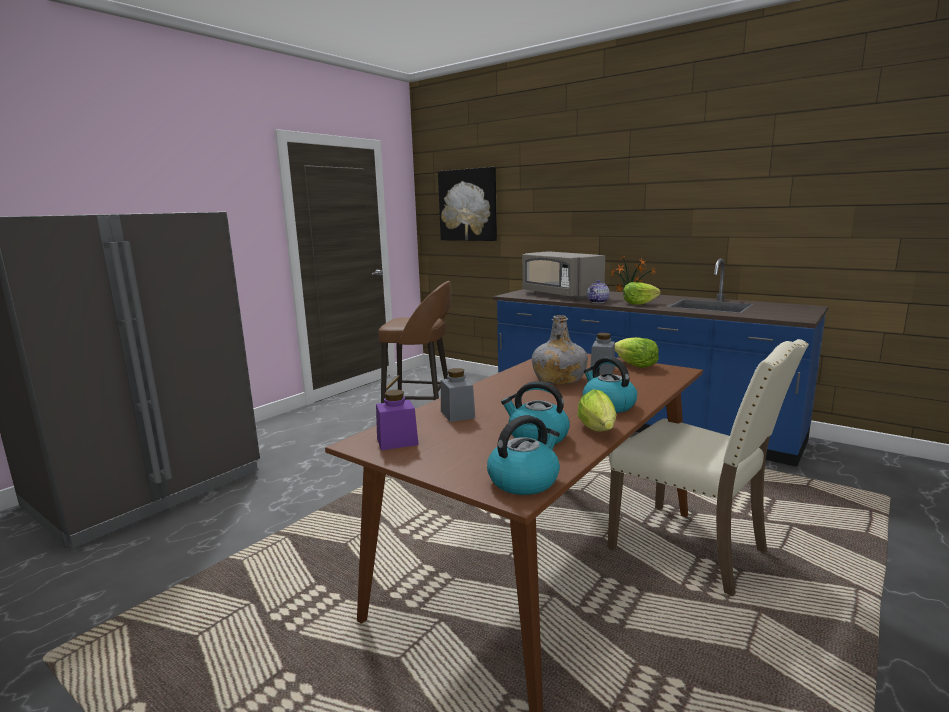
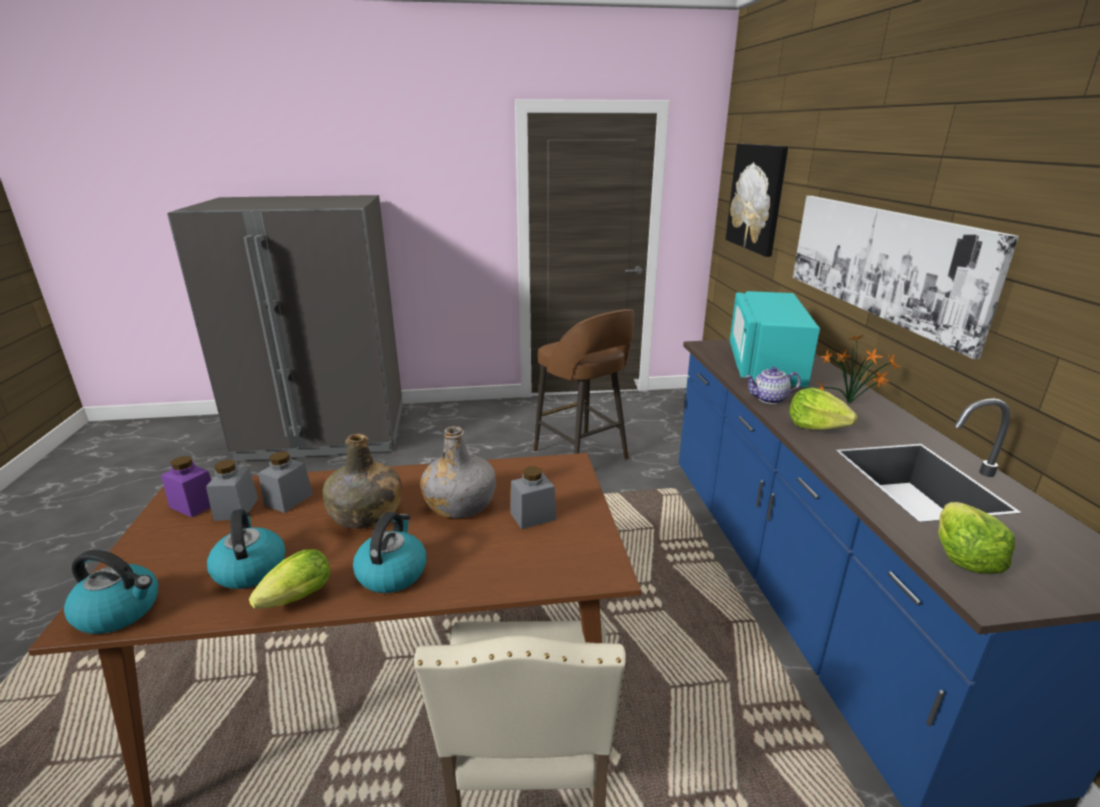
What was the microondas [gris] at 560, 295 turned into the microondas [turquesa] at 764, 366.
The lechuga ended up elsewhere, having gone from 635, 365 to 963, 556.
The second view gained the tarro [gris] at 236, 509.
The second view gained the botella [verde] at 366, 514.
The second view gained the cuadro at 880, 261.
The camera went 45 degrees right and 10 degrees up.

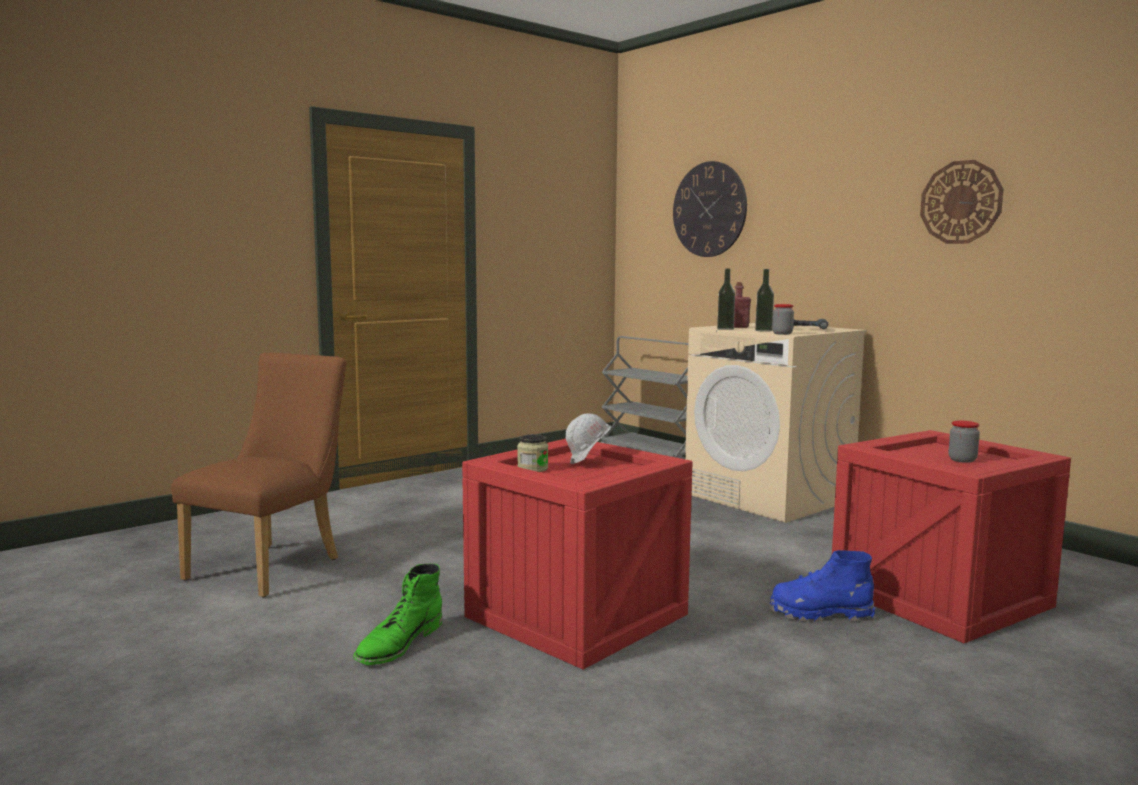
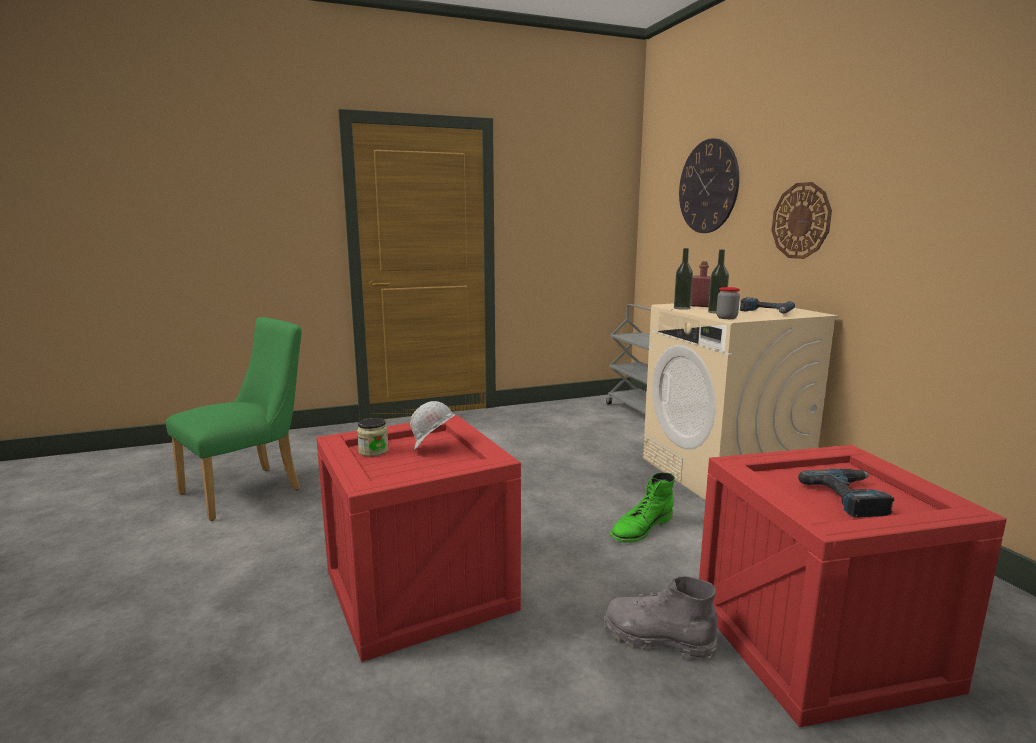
What was the silla [marrón] at 272, 566 turned into the silla [verde] at 250, 489.
The bota [verde] ended up elsewhere, having gone from 399, 643 to 641, 528.
What was the bota [azul] at 820, 613 turned into the bota [gris] at 658, 639.
The reloj de pared ended up elsewhere, having gone from 961, 202 to 801, 221.
Where the tarro stood at 962, 460, the taladro came to stand at 852, 498.
The camera went 20 degrees right and 5 degrees up.

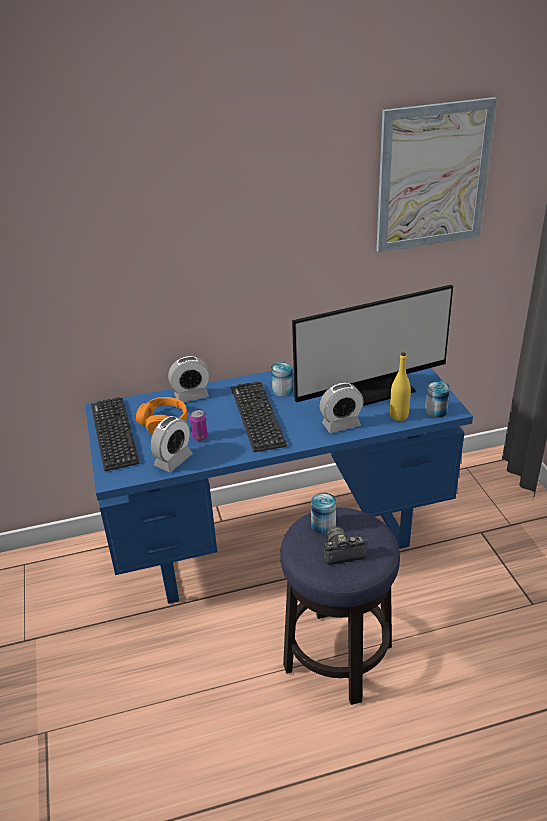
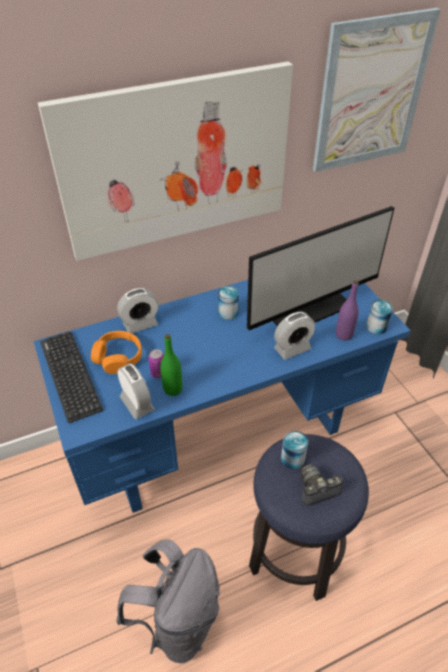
The despertador at 173, 460 ended up facing another way, 60 degrees counterclockwise from before.
The second view lost the teclado at 257, 416.
What was the botella [amarillo] at 399, 416 turned into the botella [morado] at 344, 335.
The second view gained the cuadro at 176, 162.
The second view gained the mochila [gris] at 178, 621.
The second view gained the botella [verde] at 173, 389.
The camera went 10 degrees left and 10 degrees up.

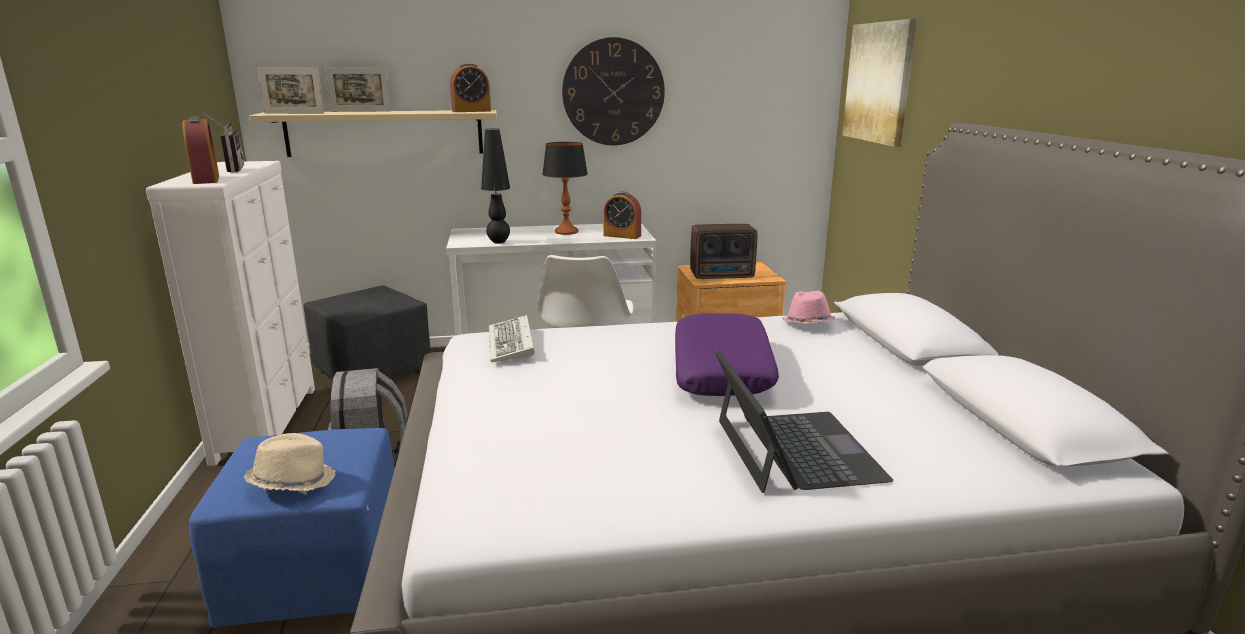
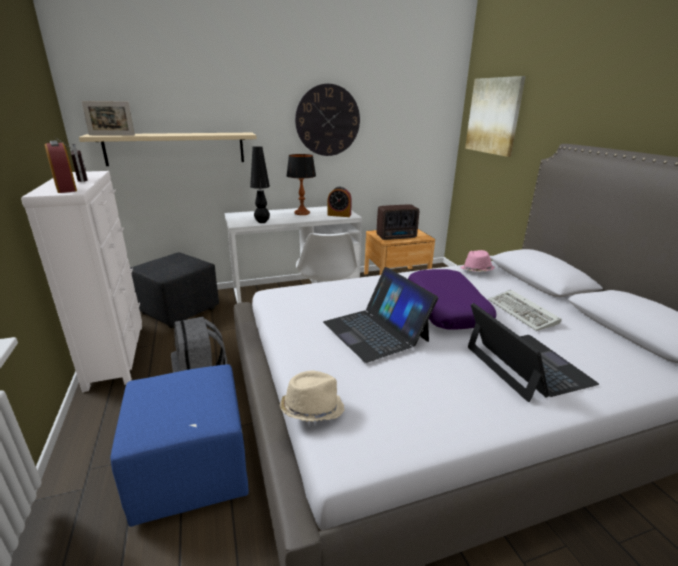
The sombrero [beis] ended up elsewhere, having gone from 292, 481 to 311, 409.
The second view lost the portarretratos at 361, 111.
The second view lost the despertador at 471, 111.
The teclado ended up elsewhere, having gone from 512, 344 to 523, 313.
The second view gained the portátil at 375, 331.
The camera went 10 degrees left and 5 degrees up.

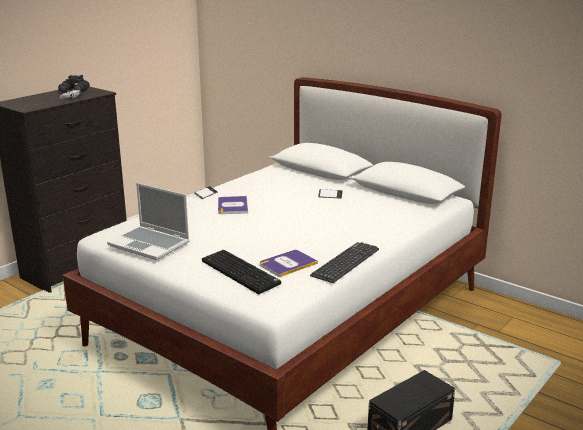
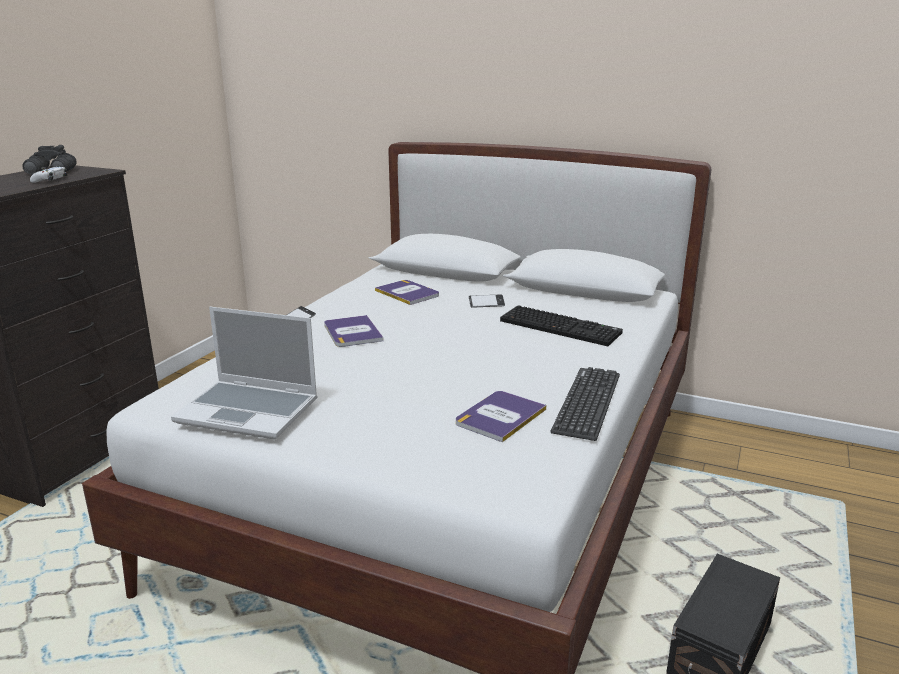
The teclado ended up elsewhere, having gone from 242, 272 to 561, 327.
The second view gained the libro at 407, 293.
The camera went 15 degrees left and 0 degrees up.

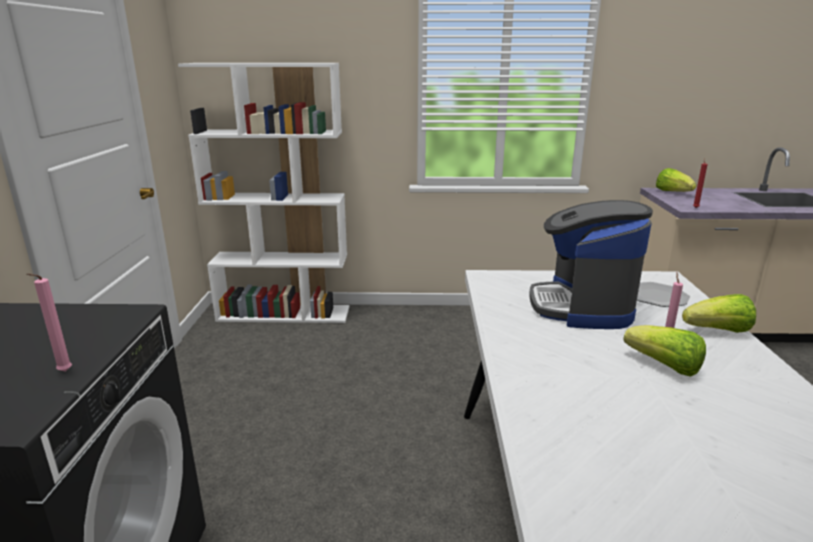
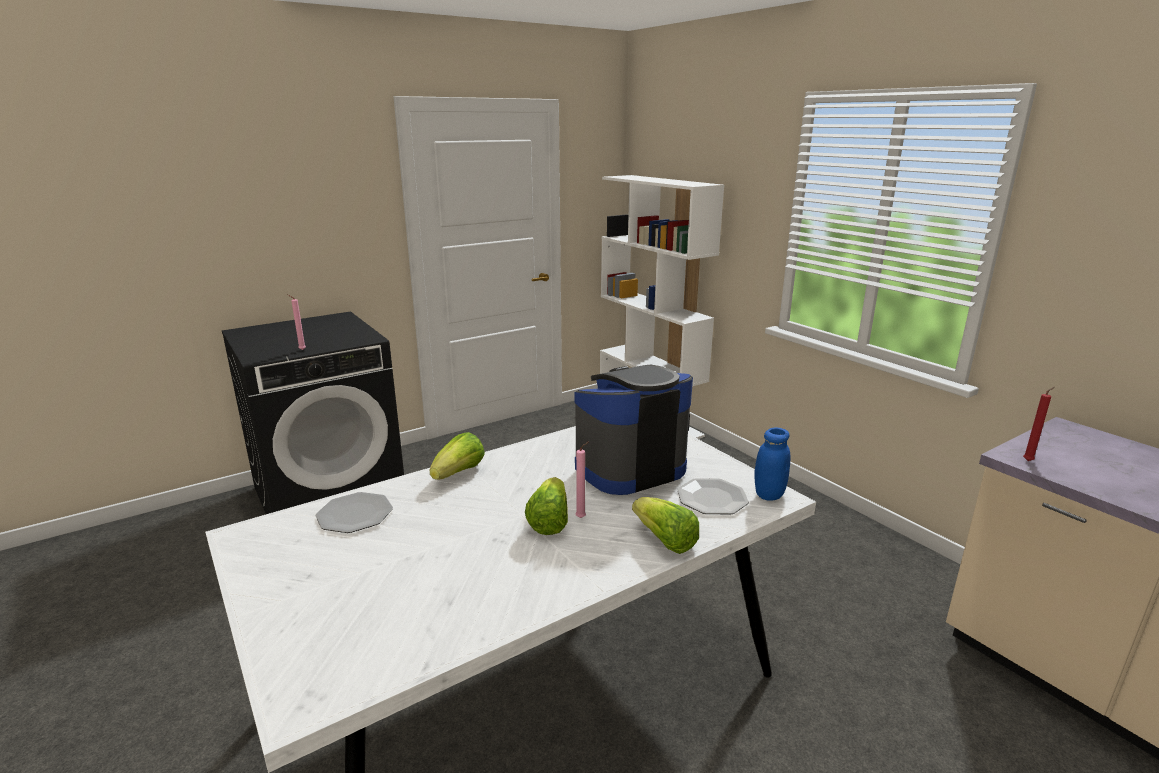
The lechuga ended up elsewhere, having gone from 672, 192 to 459, 473.
The second view gained the plato at 354, 514.
The second view gained the tarro [azul] at 769, 494.
The camera went 55 degrees right and 0 degrees up.

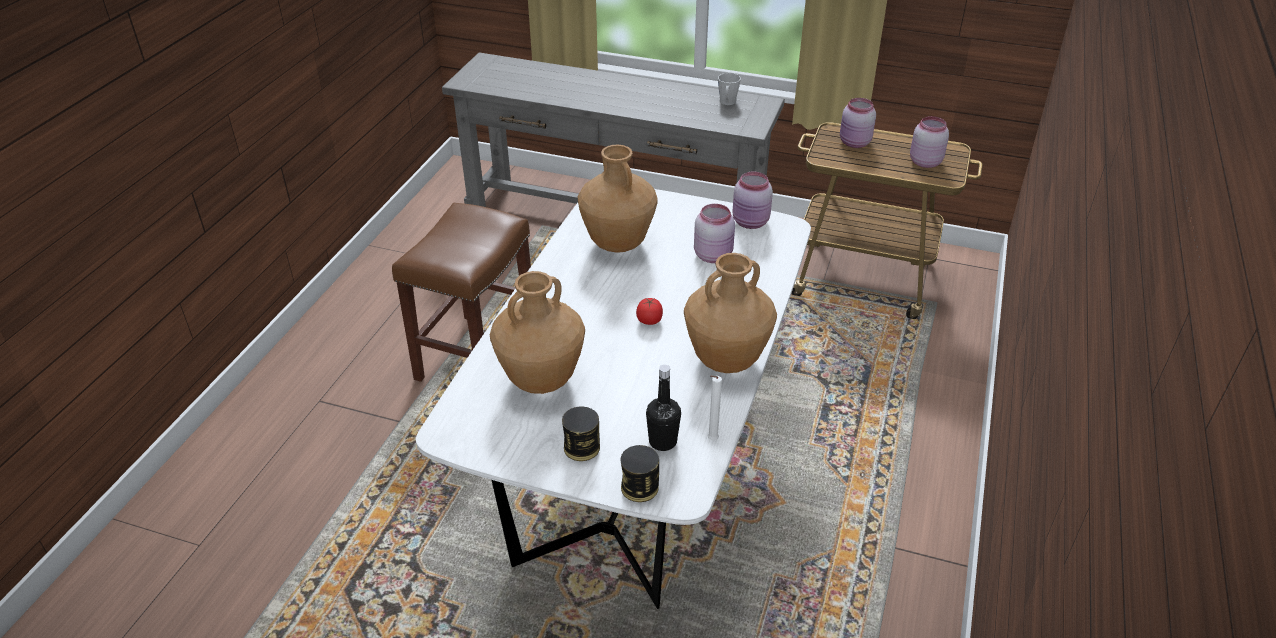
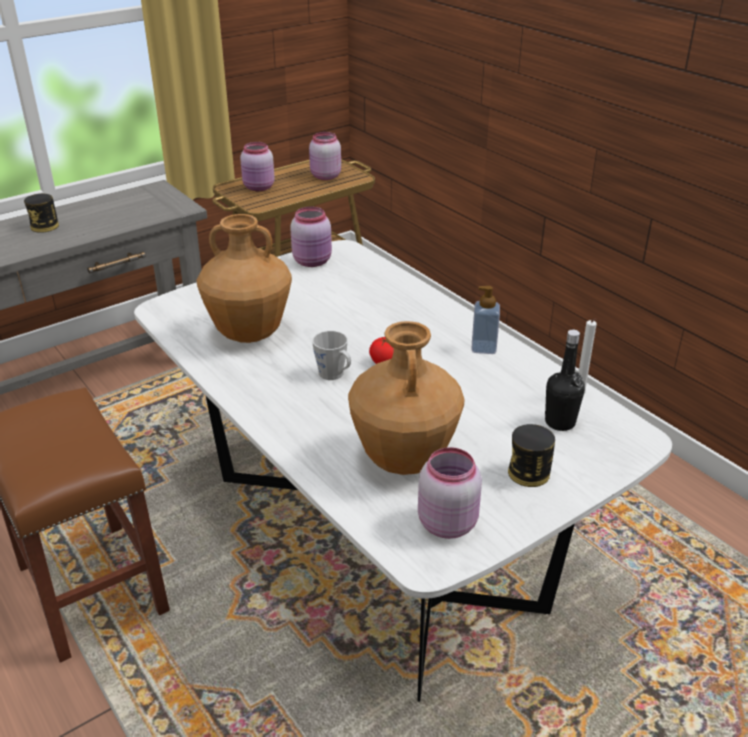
The lata ended up elsewhere, having gone from 639, 487 to 44, 226.
Where the florero [marrón] stood at 726, 361, the dispensador de jabón came to stand at 483, 347.
The tarro [rosa] ended up elsewhere, having gone from 713, 255 to 447, 522.
The taza grande [gris] ended up elsewhere, having gone from 727, 103 to 334, 375.
The camera went 55 degrees left and 5 degrees down.

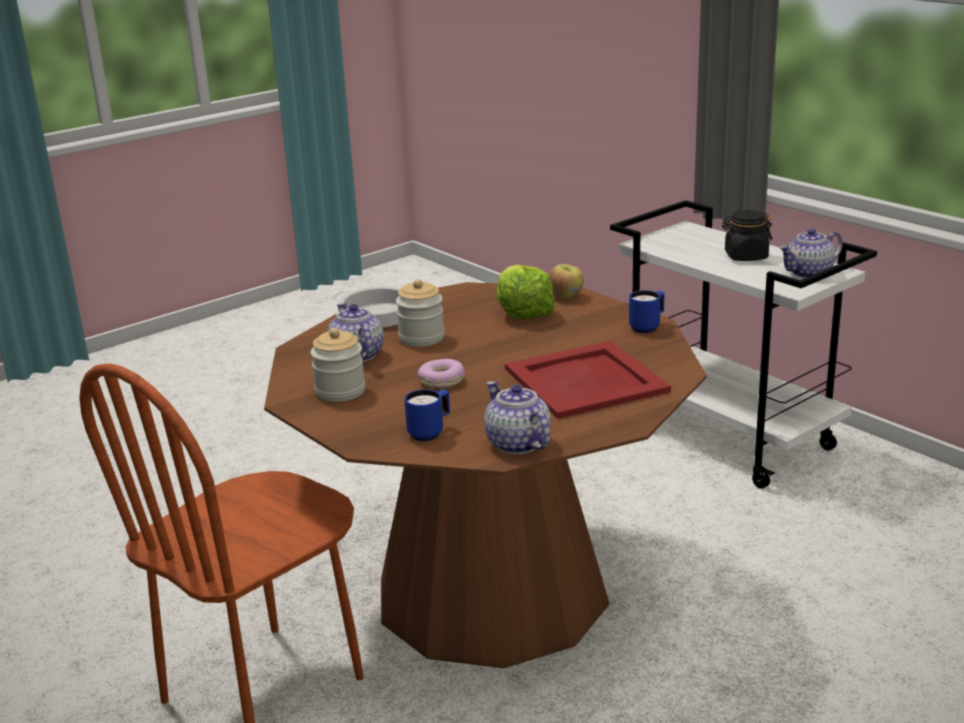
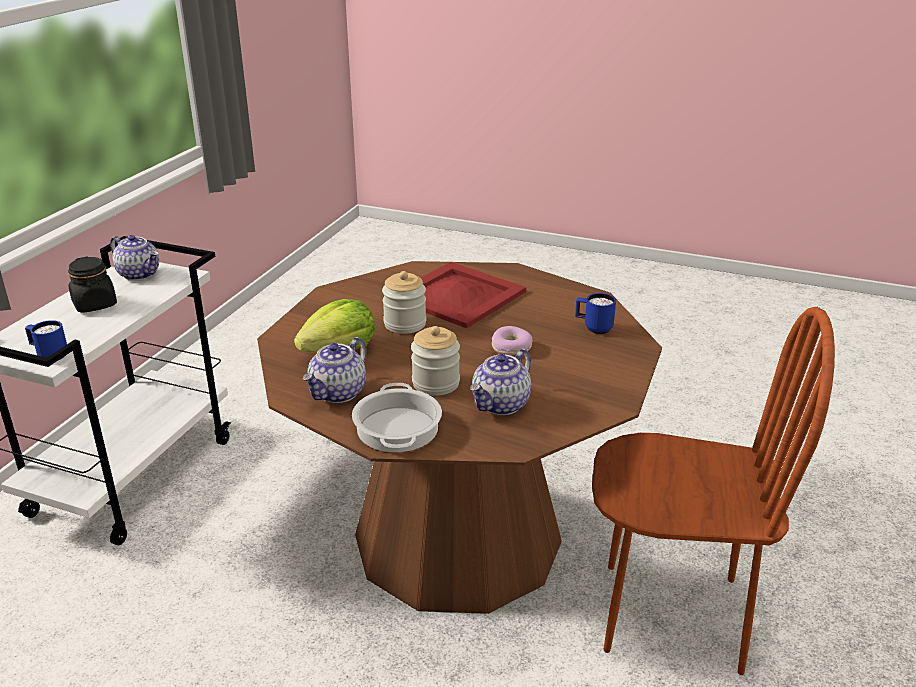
The tarro ended up elsewhere, having gone from 340, 391 to 405, 324.
The tetera ended up elsewhere, having gone from 516, 443 to 338, 393.
The second view lost the manzana at 566, 296.
The taza grande [azul] ended up elsewhere, having gone from 647, 327 to 49, 355.
The camera went 120 degrees left and 5 degrees up.

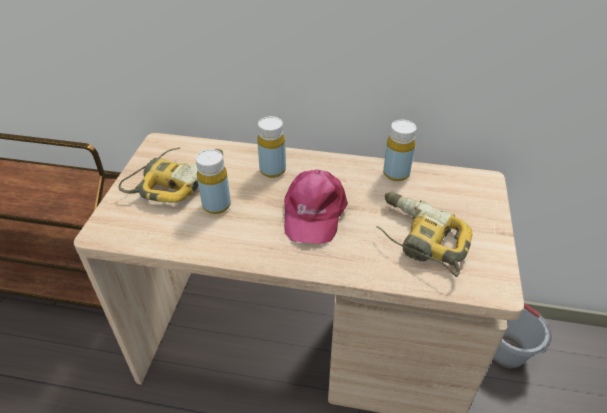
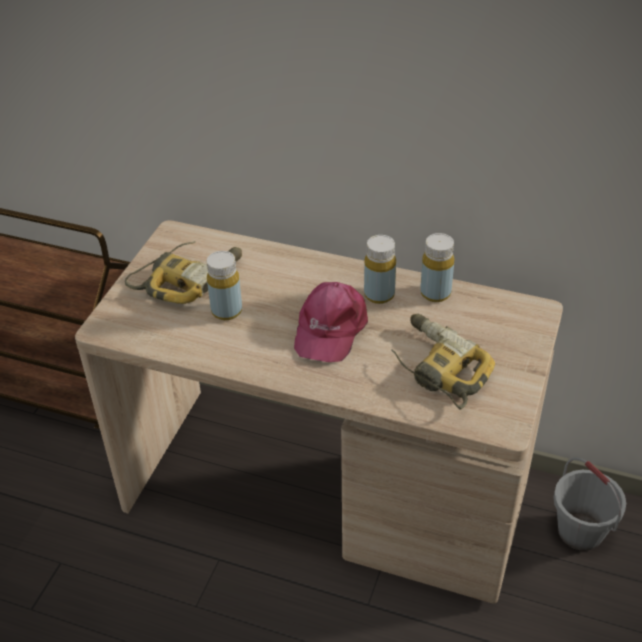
The botella [amarillo] ended up elsewhere, having gone from 272, 170 to 379, 295.
The camera went 10 degrees right and 0 degrees up.

